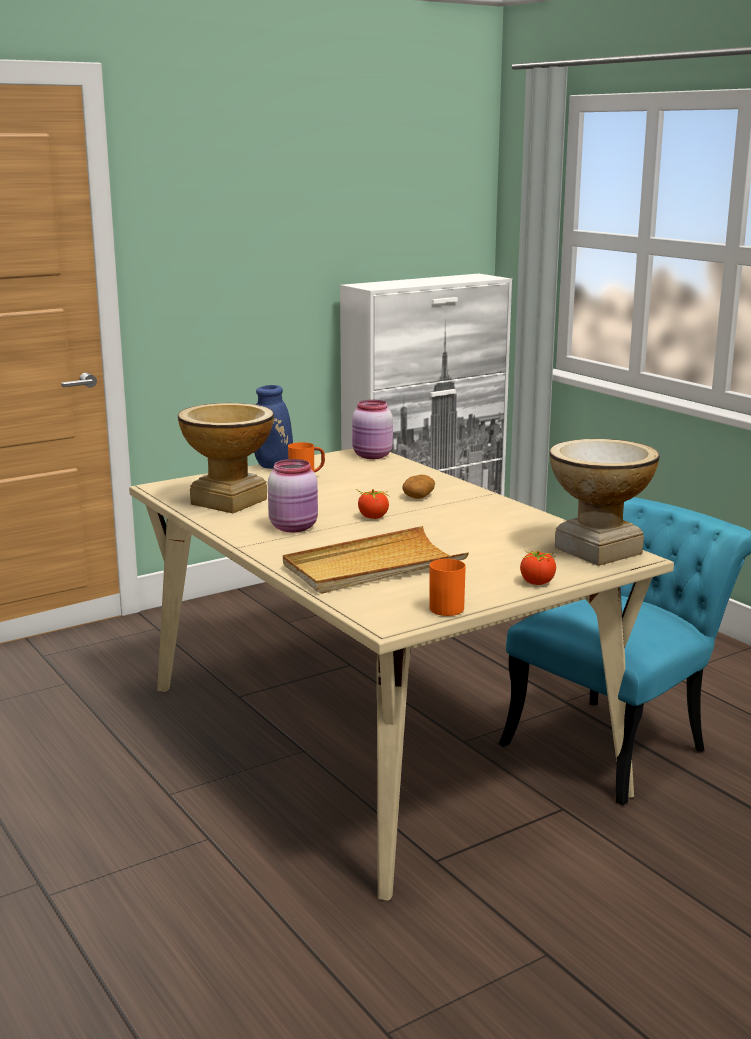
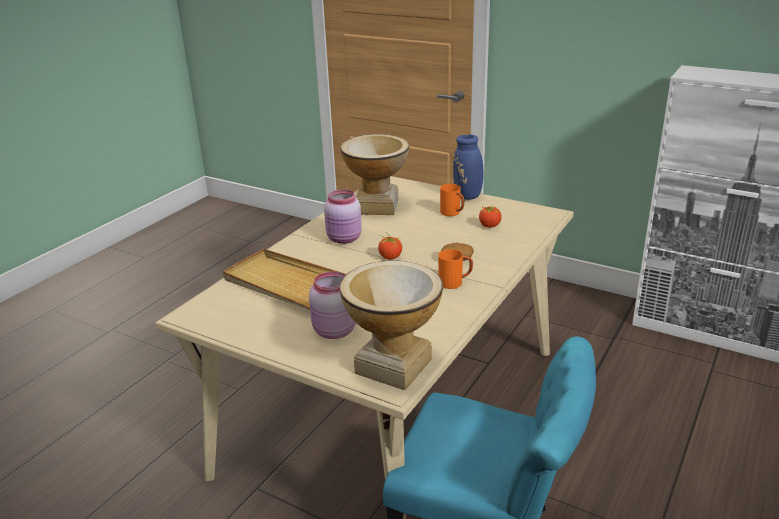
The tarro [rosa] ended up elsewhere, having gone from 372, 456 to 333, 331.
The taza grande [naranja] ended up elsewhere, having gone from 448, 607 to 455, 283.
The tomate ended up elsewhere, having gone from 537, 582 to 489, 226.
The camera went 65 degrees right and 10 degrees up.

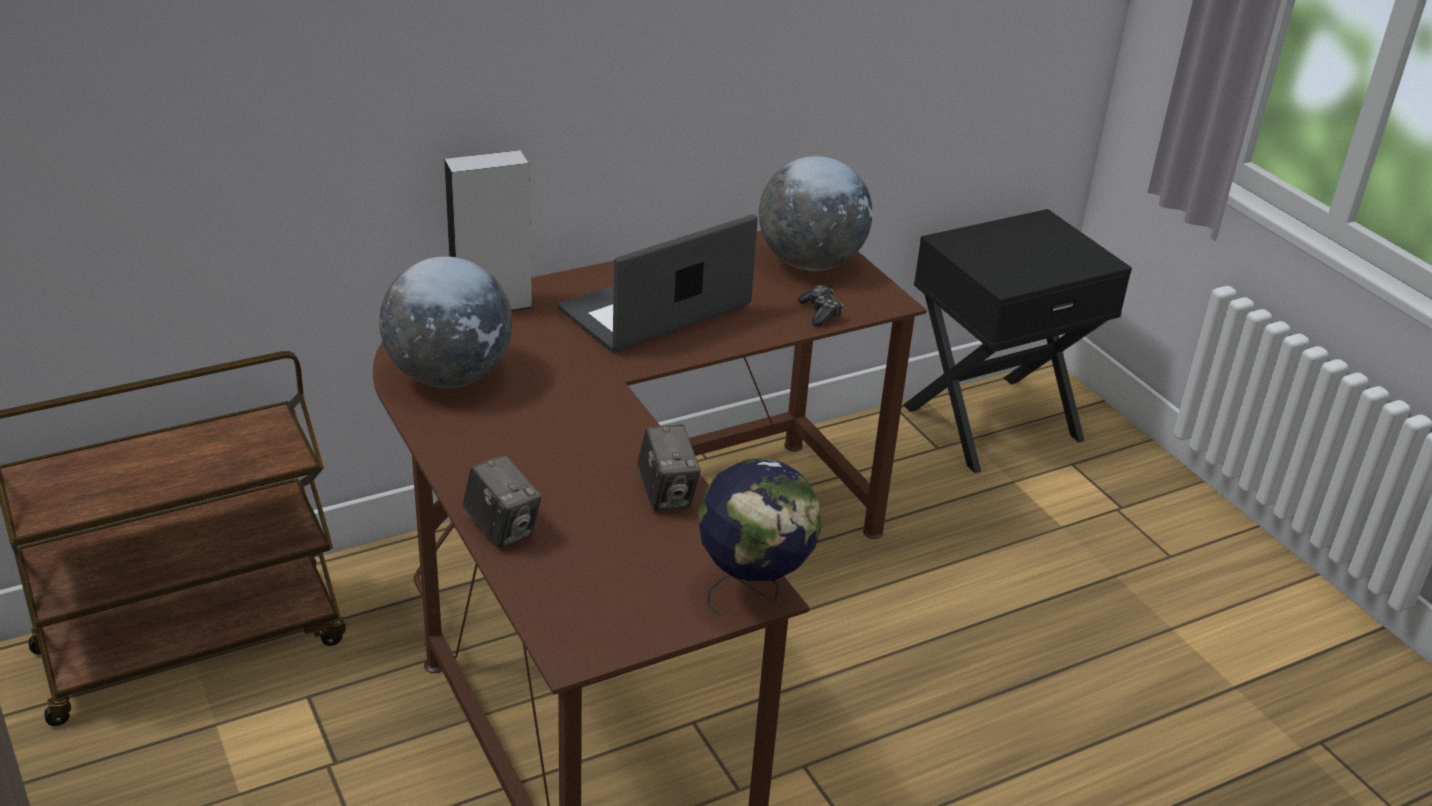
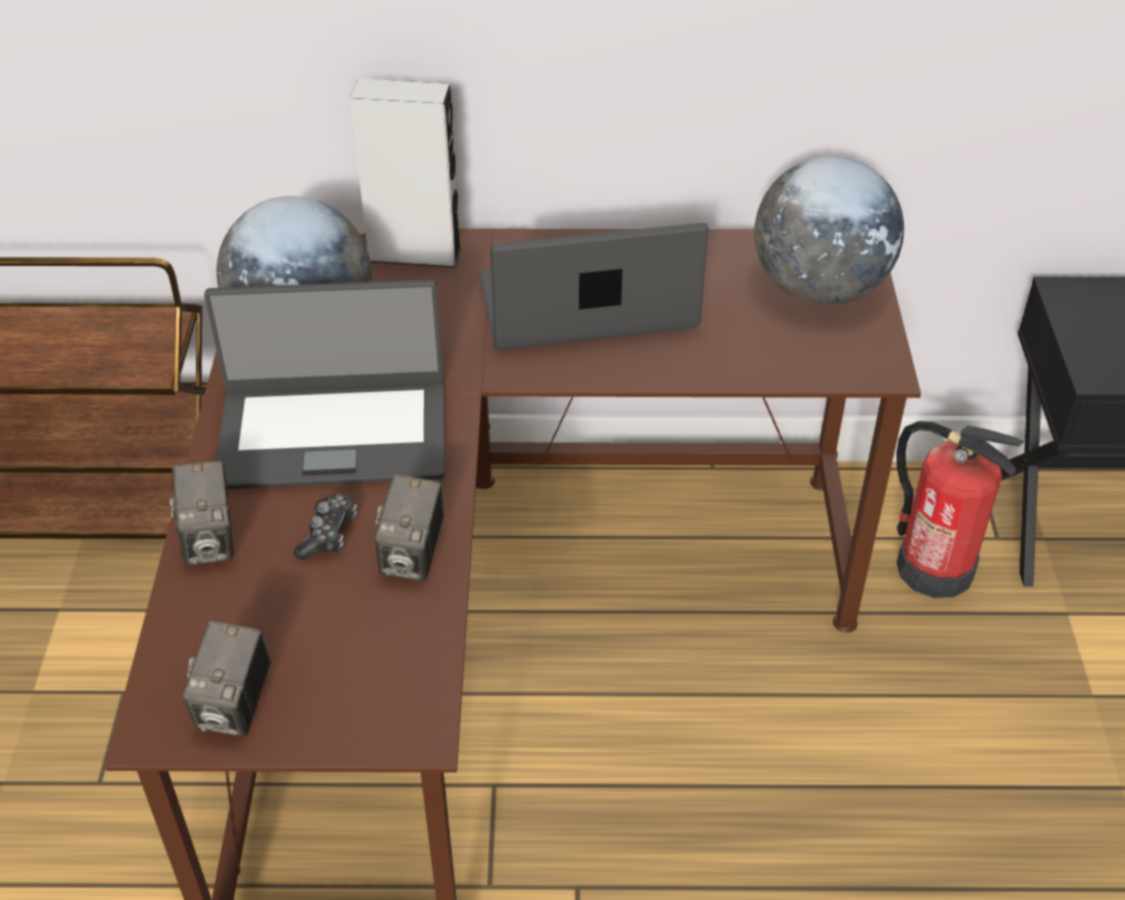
The second view lost the globo terráqueo at 753, 591.
The mando de consola ended up elsewhere, having gone from 820, 312 to 328, 534.
The second view gained the cámara at 235, 706.
The second view gained the portátil at 333, 433.
The second view gained the extintor at 933, 567.
The camera went 30 degrees right and 10 degrees up.

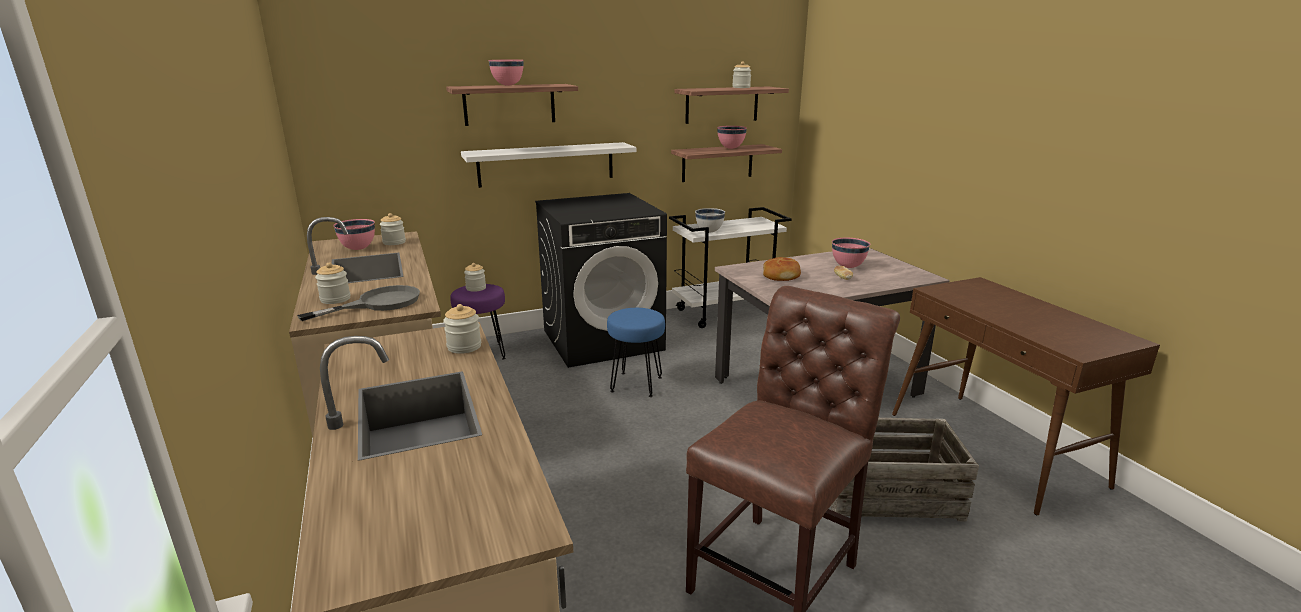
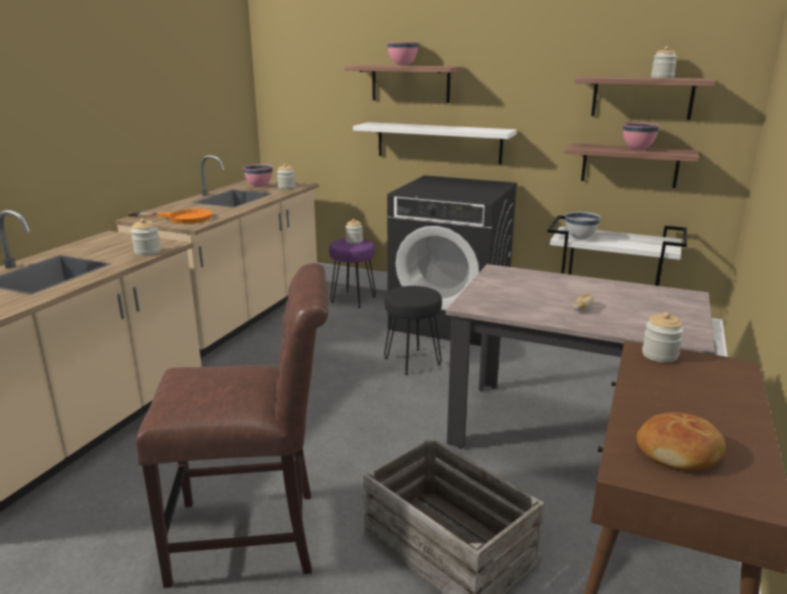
What was the sartén [gris] at 378, 303 turned into the sartén [naranja] at 182, 218.
The tarro ended up elsewhere, having gone from 335, 299 to 659, 355.
What was the taburete [azul] at 637, 384 turned into the taburete [negro] at 413, 361.
The pan ended up elsewhere, having gone from 781, 276 to 679, 452.
The second view lost the cuenco [rosa] at 848, 267.
The camera went 45 degrees right and 0 degrees up.

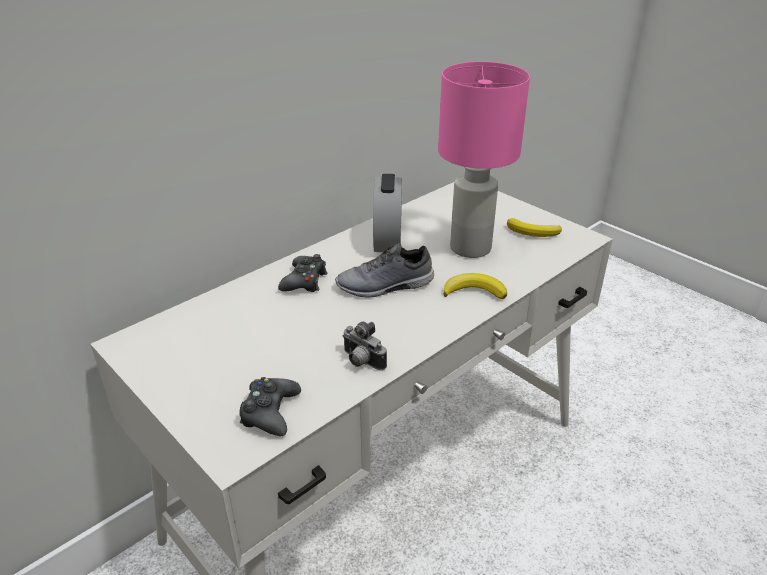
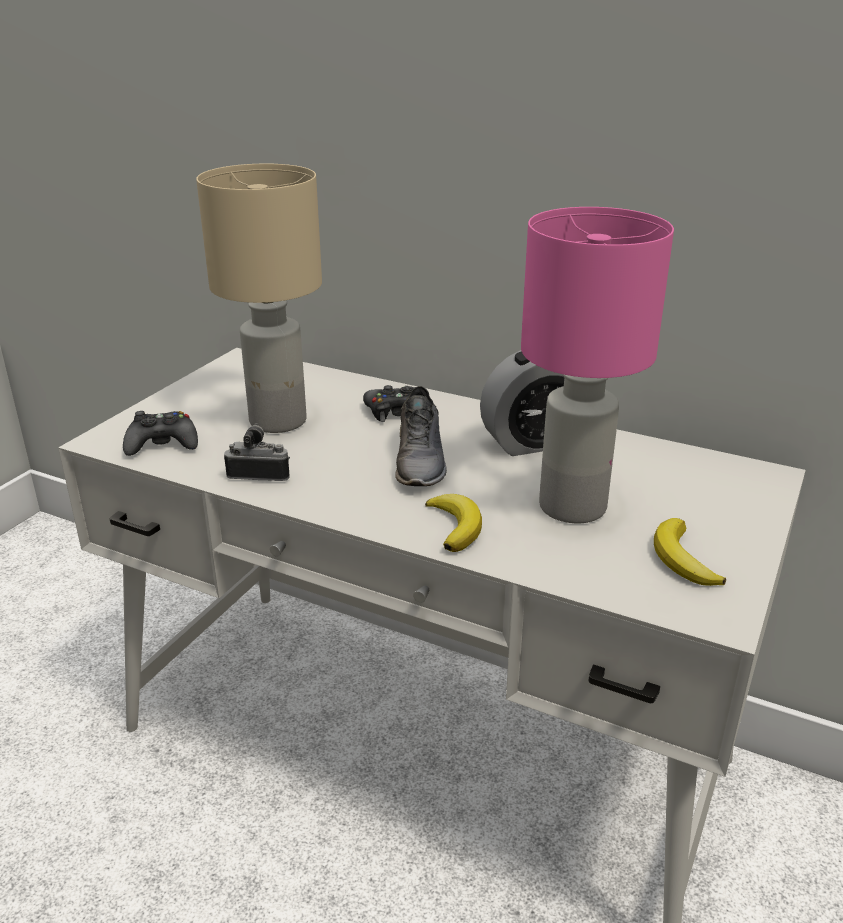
The zapato [gris] at 385, 286 ended up facing another way, 150 degrees counterclockwise from before.
The cámara at 361, 362 ended up facing another way, 75 degrees clockwise from before.
The second view gained the lámpara de mesa [beis] at 279, 421.
The camera went 70 degrees right and 5 degrees down.

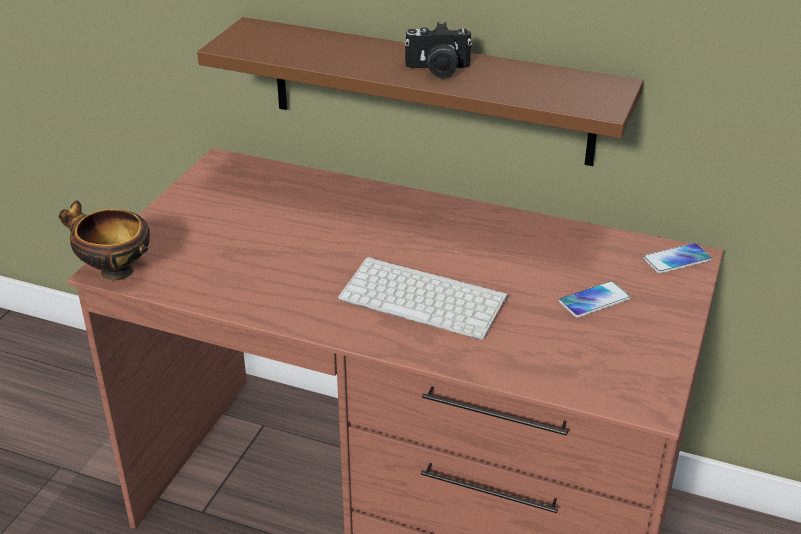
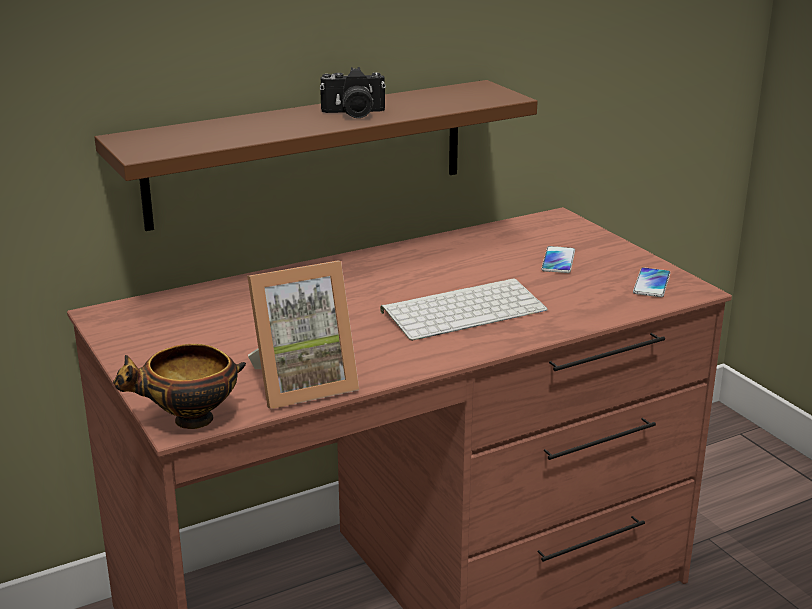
The cámara at 438, 70 ended up facing another way, 45 degrees clockwise from before.
The móvil ended up elsewhere, having gone from 677, 259 to 651, 283.
The second view gained the portarretratos at 302, 384.
The camera went 50 degrees left and 10 degrees down.

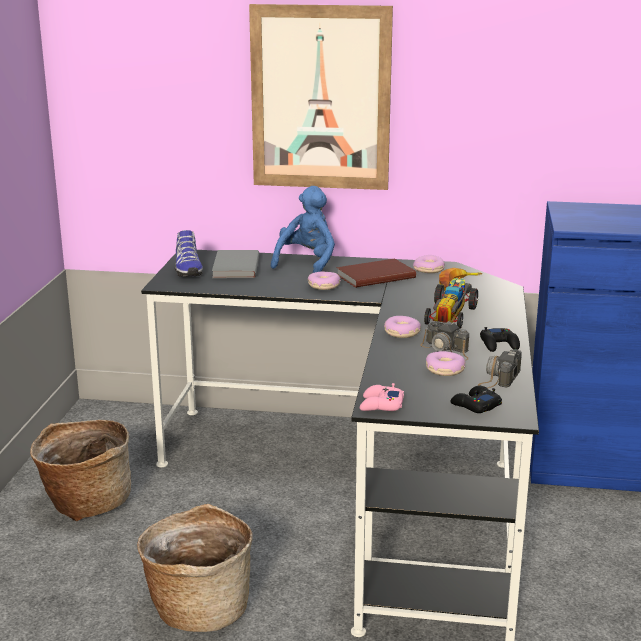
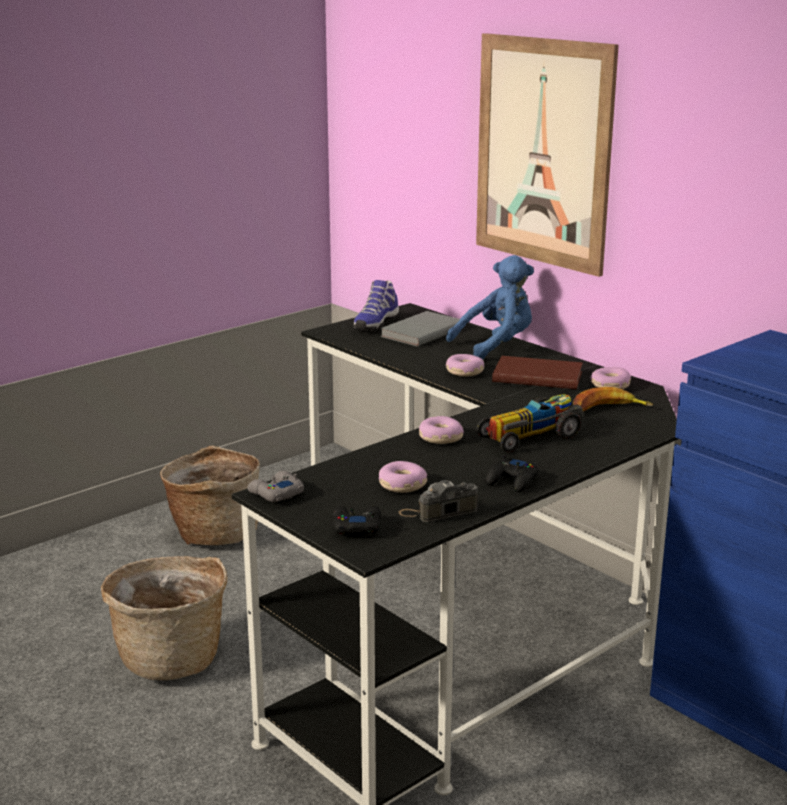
What was the mando de consola [rosa] at 381, 405 turned into the mando de consola [gris] at 275, 493.
The second view lost the cámara at 446, 350.
The camera went 40 degrees right and 0 degrees up.

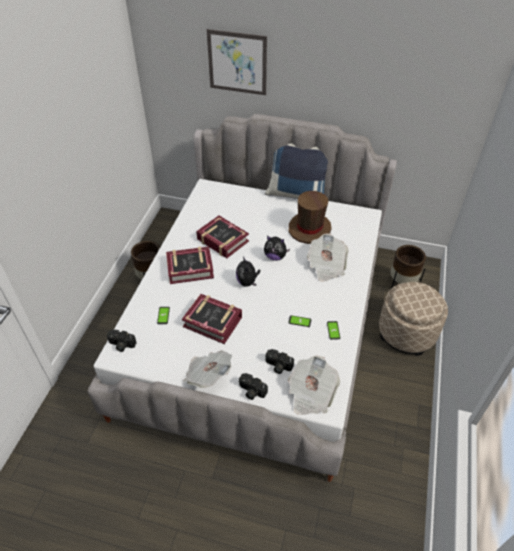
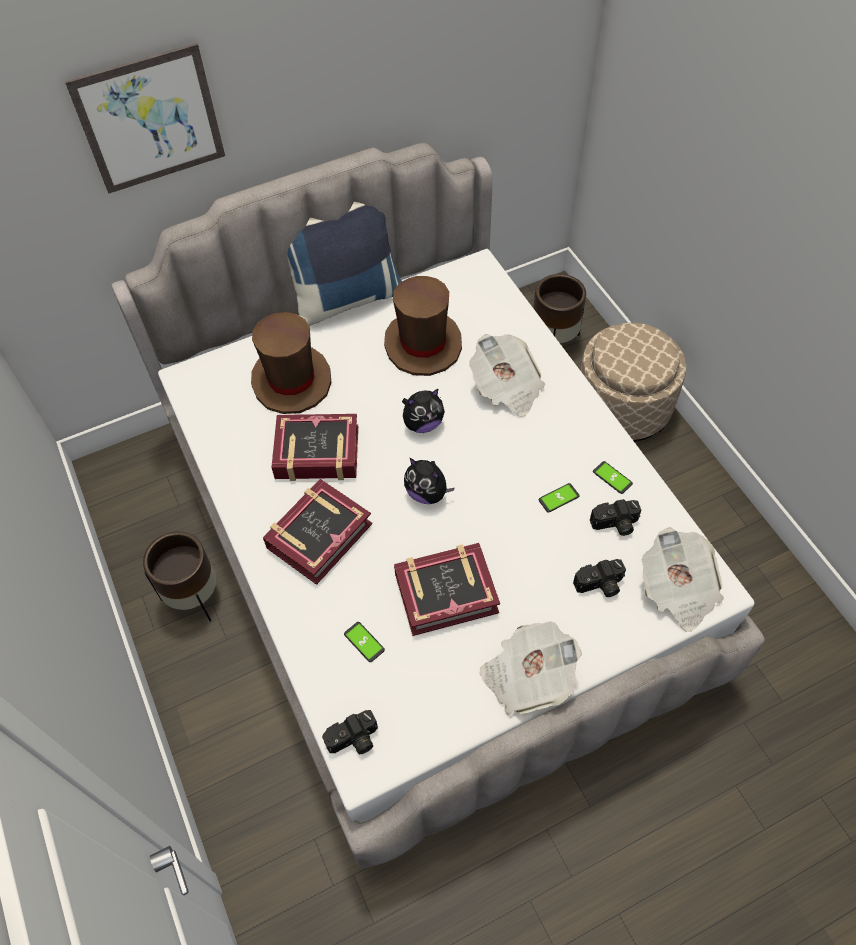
The cámara ended up elsewhere, having gone from 251, 391 to 615, 525.
The second view gained the sombrero [marrón] at 292, 380.
The camera went 40 degrees left and 10 degrees up.

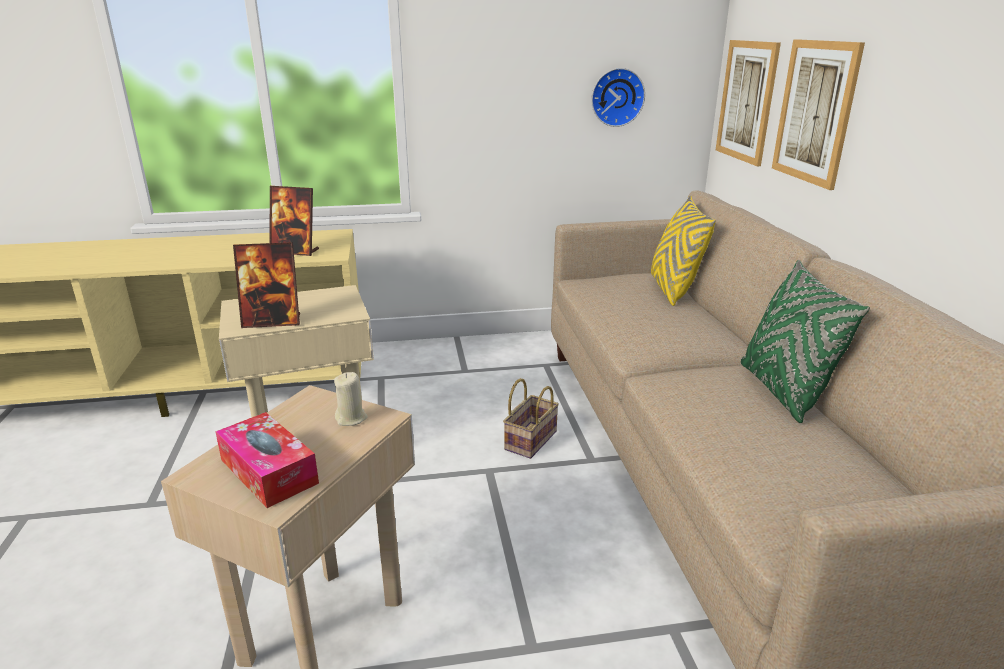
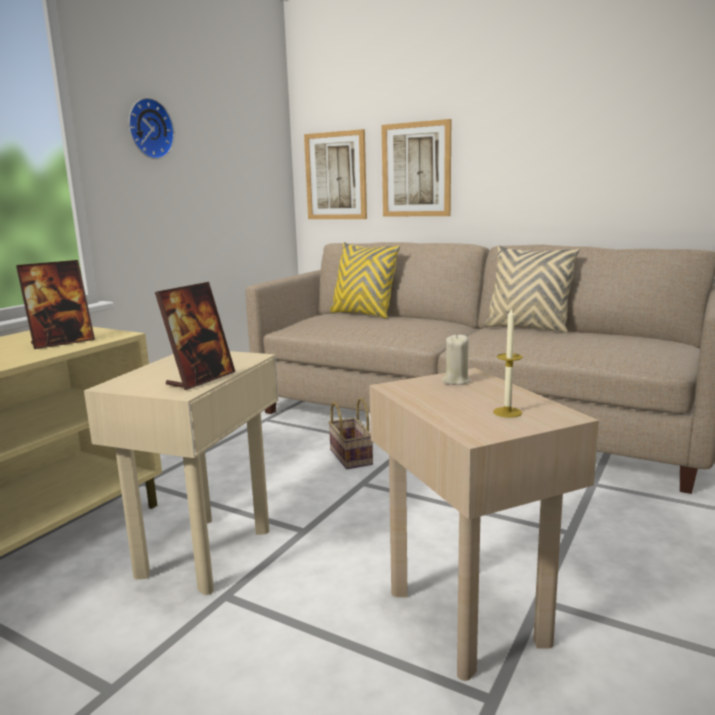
Where the caja de pañuelos stood at 269, 471, the vela came to stand at 507, 412.
The reloj de pared ended up elsewhere, having gone from 616, 97 to 148, 129.
What was the cojín [verde] at 783, 391 turned into the cojín [beis] at 527, 328.
The camera went 50 degrees left and 10 degrees down.

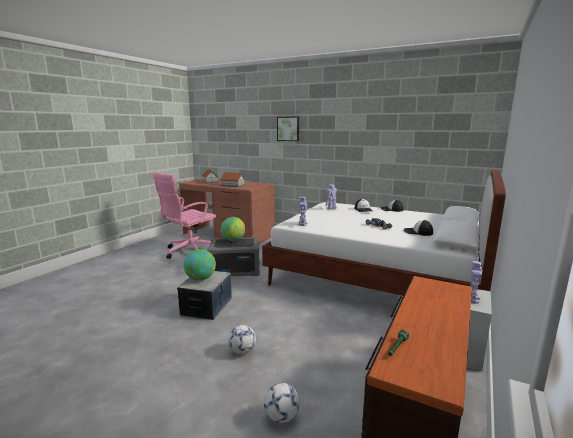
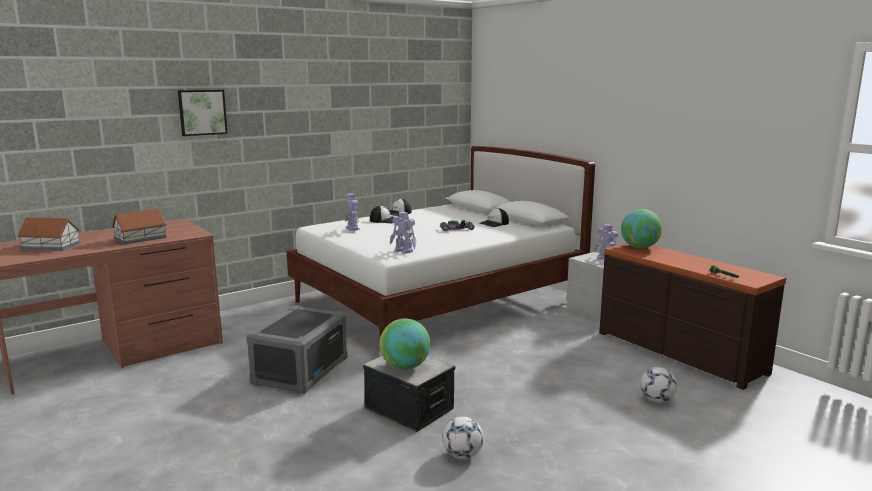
The second view lost the silla de oficina [rosa] at 189, 251.
The globo terráqueo ended up elsewhere, having gone from 233, 240 to 639, 247.
The balón de fútbol ended up elsewhere, having gone from 242, 351 to 462, 455.
The camera went 65 degrees left and 0 degrees up.

